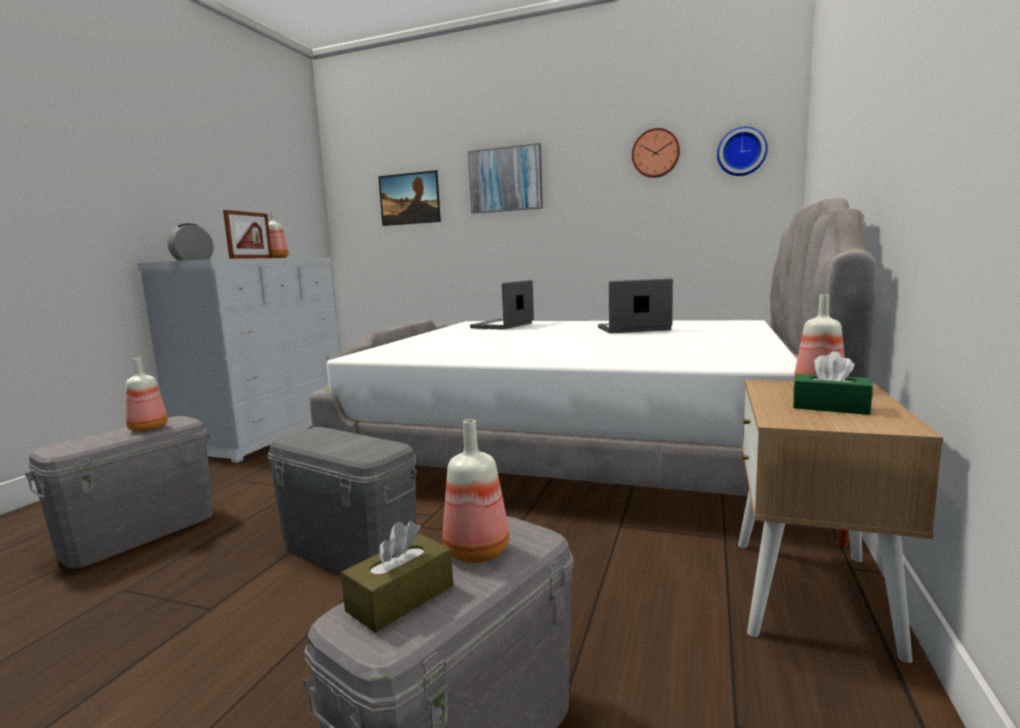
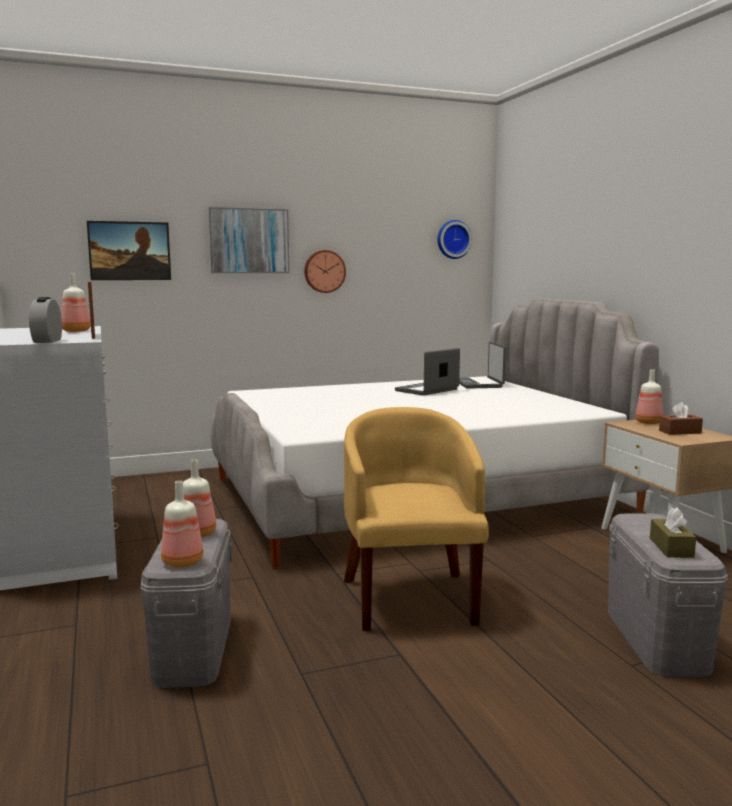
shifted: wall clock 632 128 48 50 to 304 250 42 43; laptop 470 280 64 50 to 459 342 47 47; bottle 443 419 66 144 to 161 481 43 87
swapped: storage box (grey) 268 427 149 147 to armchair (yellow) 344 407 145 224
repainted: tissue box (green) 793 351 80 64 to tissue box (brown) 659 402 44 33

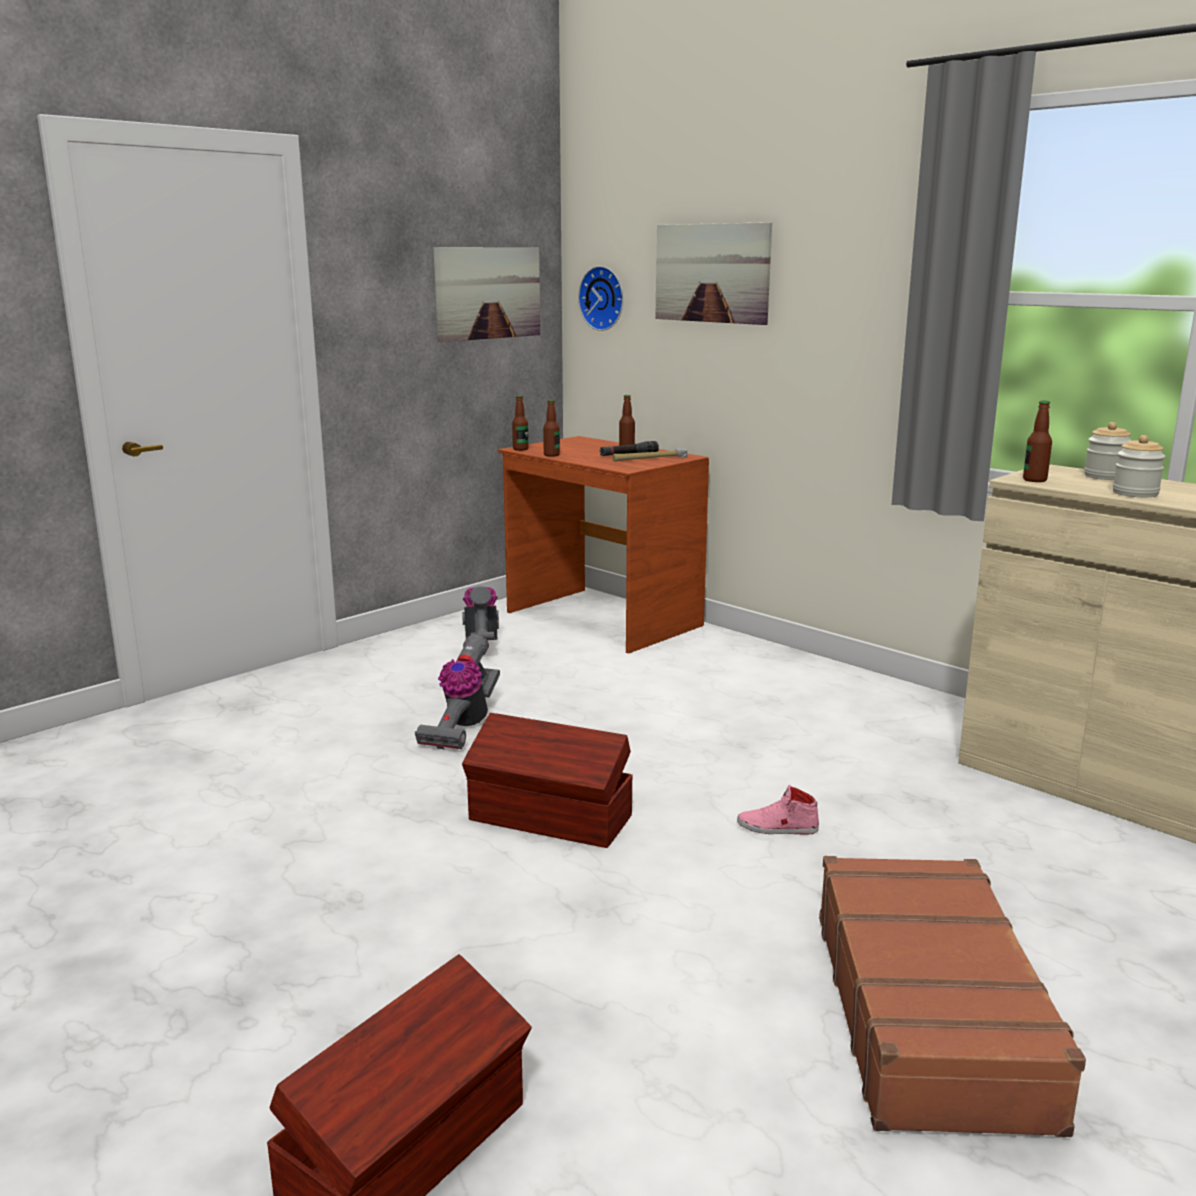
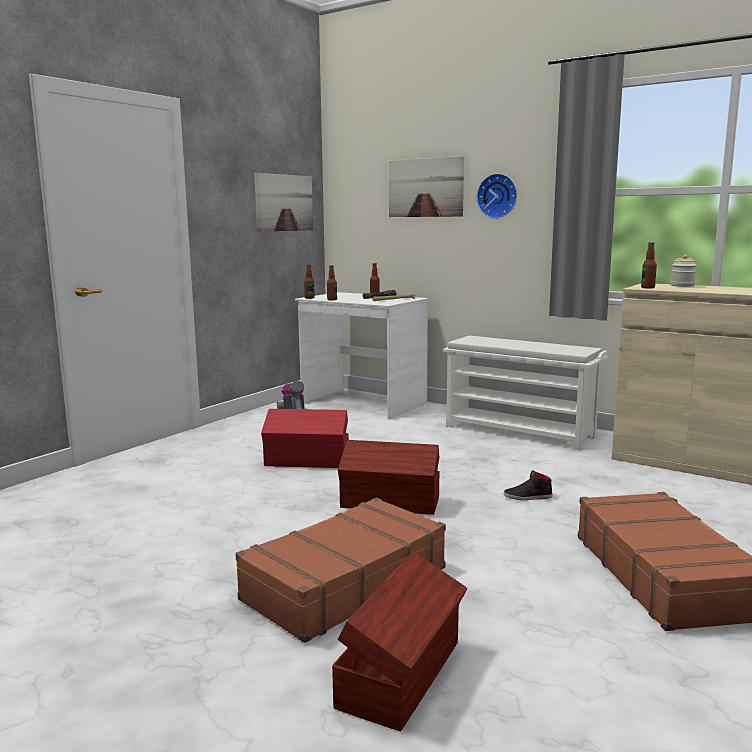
gone: jar 1112 435 54 62
new: shoe rack (white) 443 336 164 115; suitcase (brown) 235 497 211 146
shifted: wall clock 578 266 45 65 to 477 173 40 46
swapped: vacuum cleaner 415 635 85 114 to storage box (red) 261 409 88 59
repainted: desk (brown) 498 436 211 218 to desk (white) 295 292 133 127; shoe (pink) 737 785 82 50 to shoe (black) 504 471 49 29

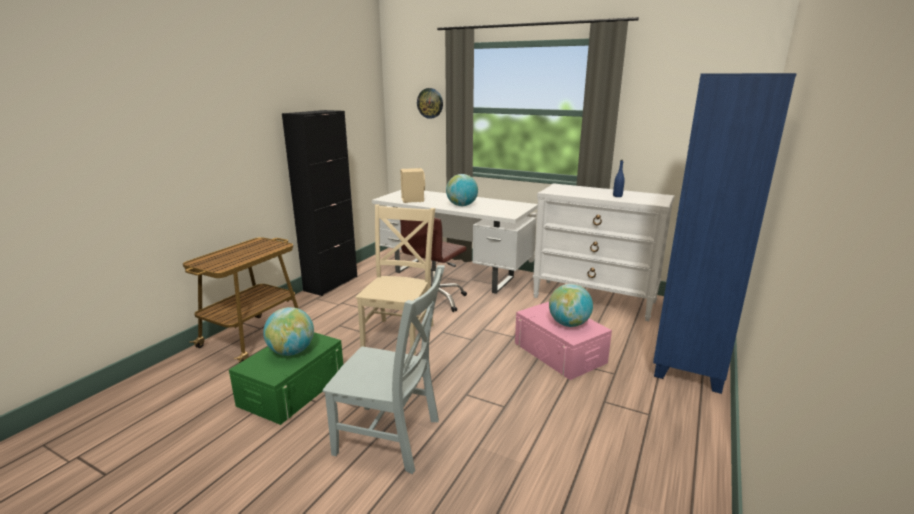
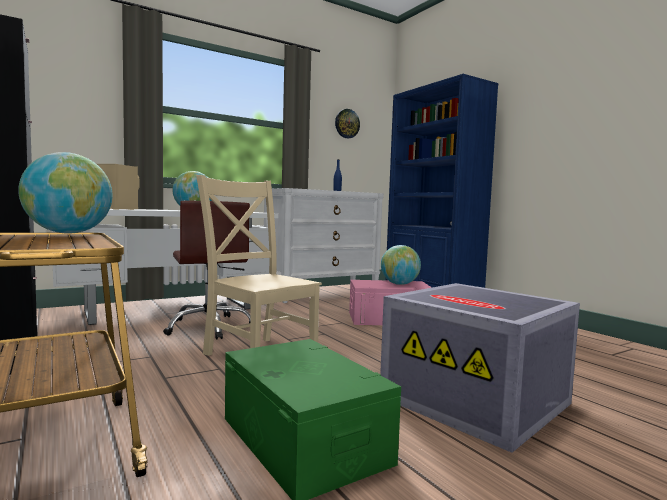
shifted: wall clock 417 88 26 31 to 335 109 25 29; globe 263 307 51 49 to 18 152 95 81
swapped: chair (grey) 322 265 123 209 to storage box (grey) 380 283 200 170

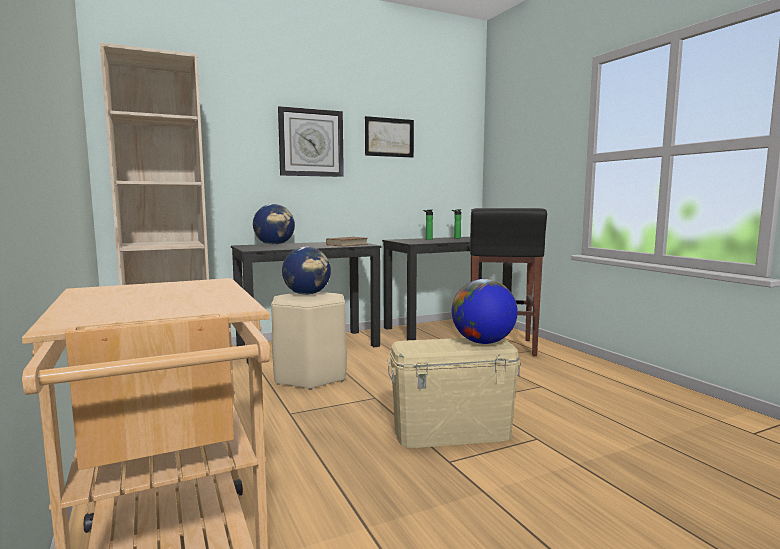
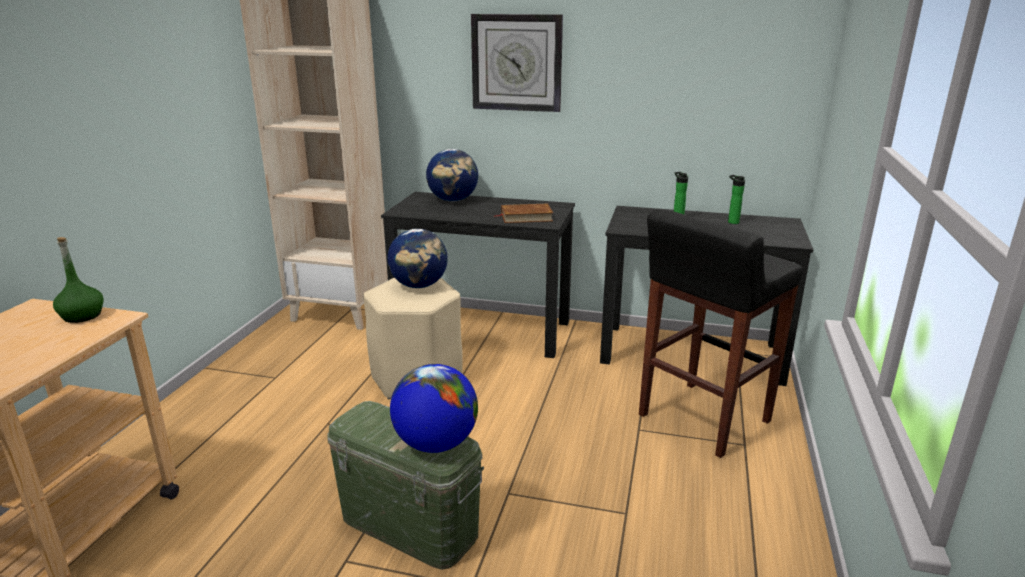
gone: picture 365 116 49 42
new: bottle (green) 53 237 51 86
repainted: storage box (beige) 387 338 135 110 to storage box (green) 328 401 156 169

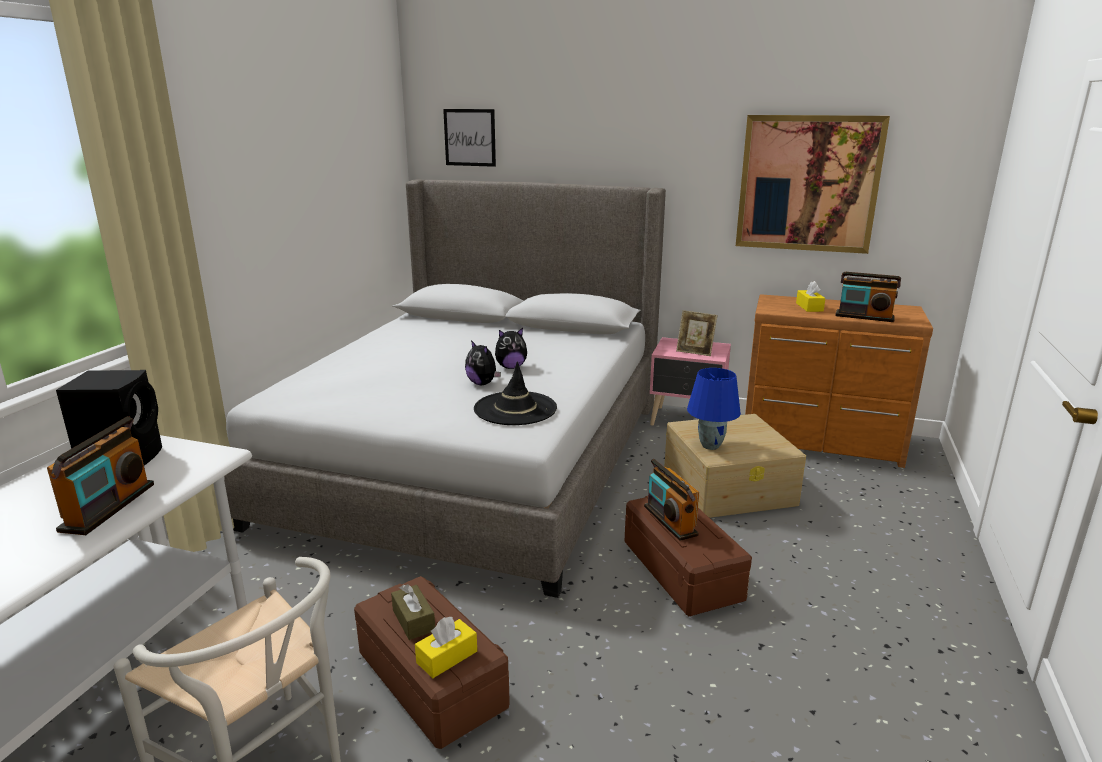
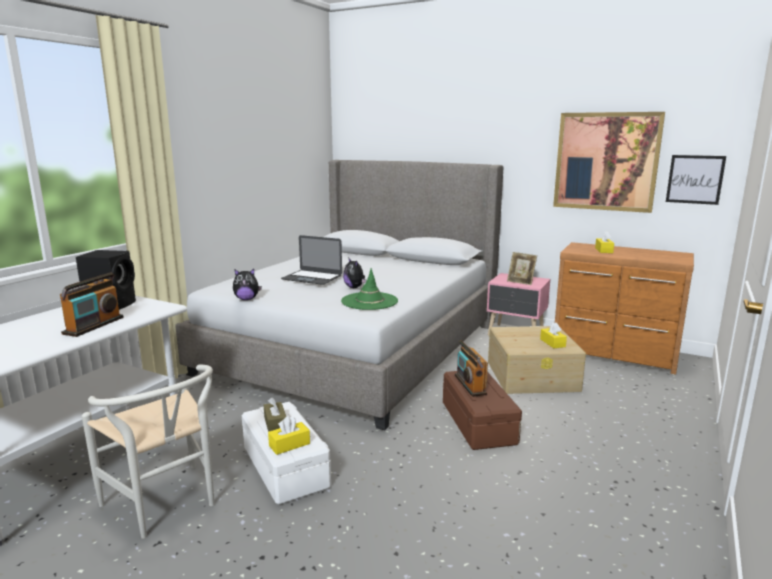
gone: radio 835 272 66 50; table lamp (blue) 687 368 54 82
new: laptop 281 235 61 50; tissue box (yellow) 540 322 27 26
shifted: picture 443 109 53 58 to 666 155 60 50; plush toy 495 328 32 41 to 233 269 29 31
repainted: hat (black) 474 361 83 64 to hat (green) 341 268 57 42; storage box (brown) 354 576 156 173 to storage box (white) 242 402 89 103

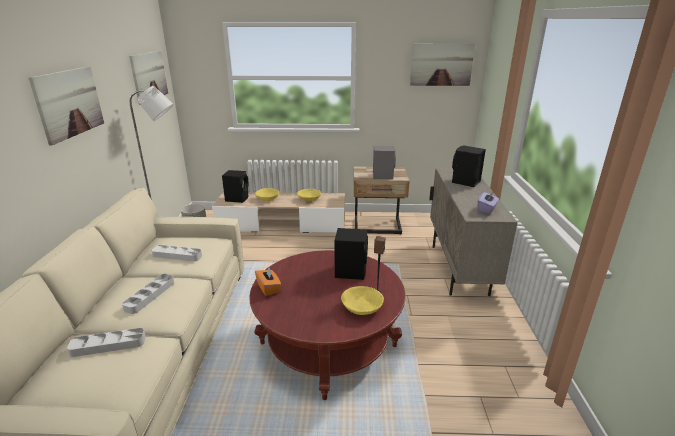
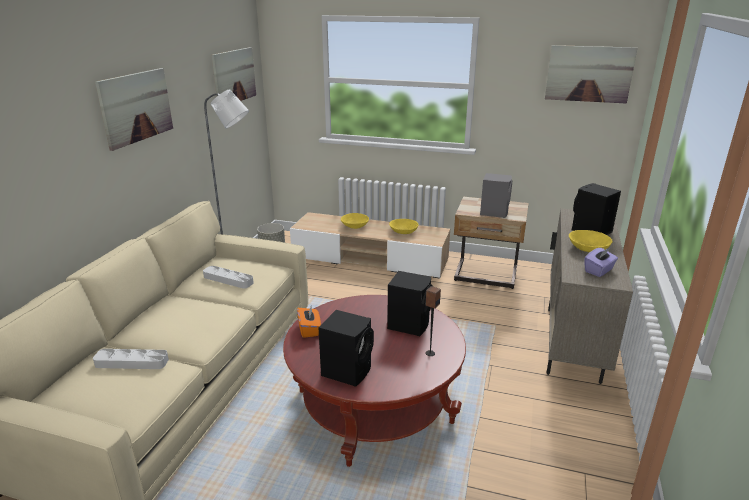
gone: tray (grey) 122 274 52 40
shifted: speaker (black) 222 170 27 33 to 318 310 56 77; bowl (yellow) 341 286 43 29 to 569 230 44 22

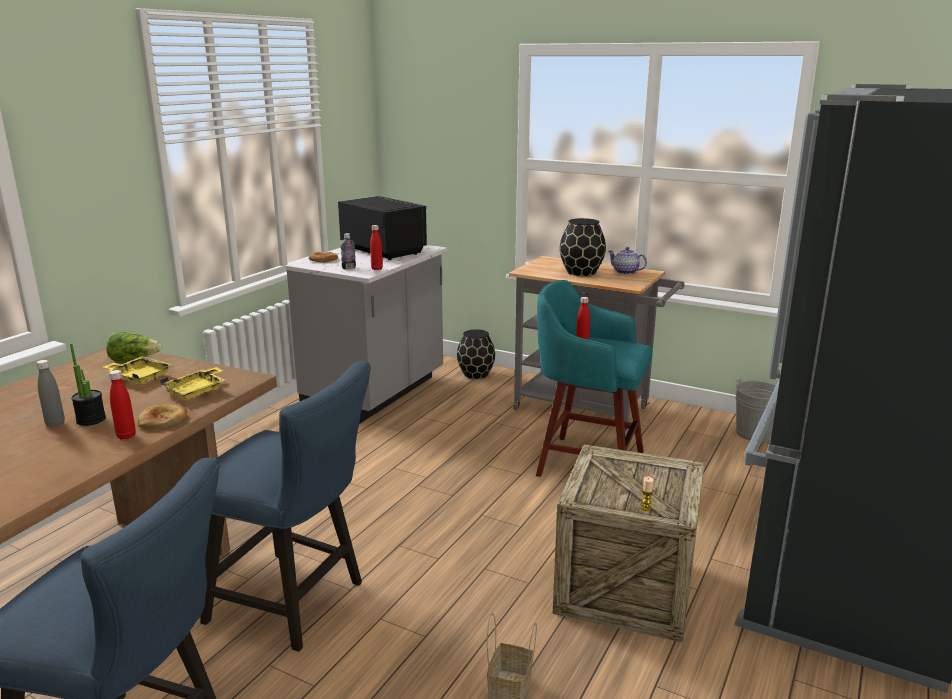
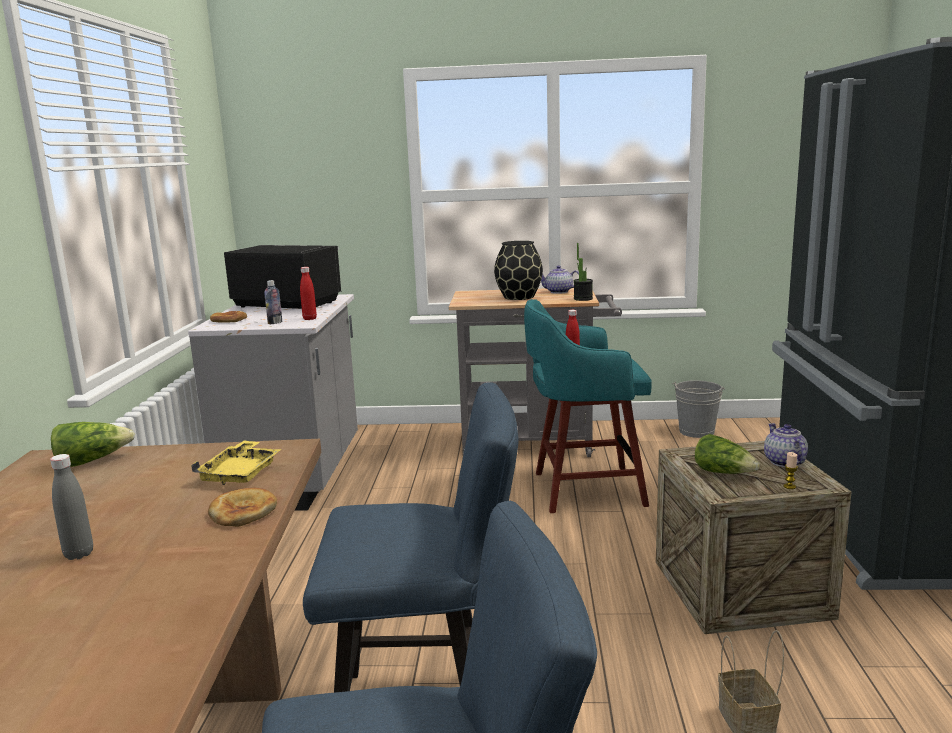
gone: vase (black) 457 329 38 50; tray (yellow) 104 356 69 28; bottle (red) 109 370 27 70
new: teapot 764 423 44 44; lettuce 695 434 65 40
shifted: potted plant 70 343 36 83 to 574 243 19 58

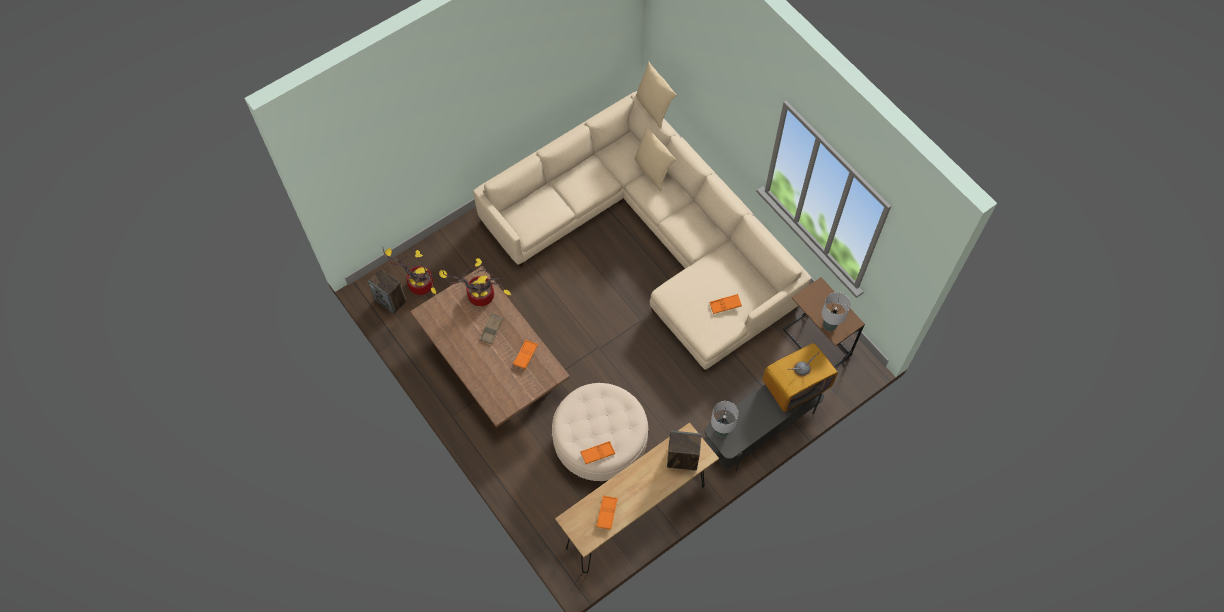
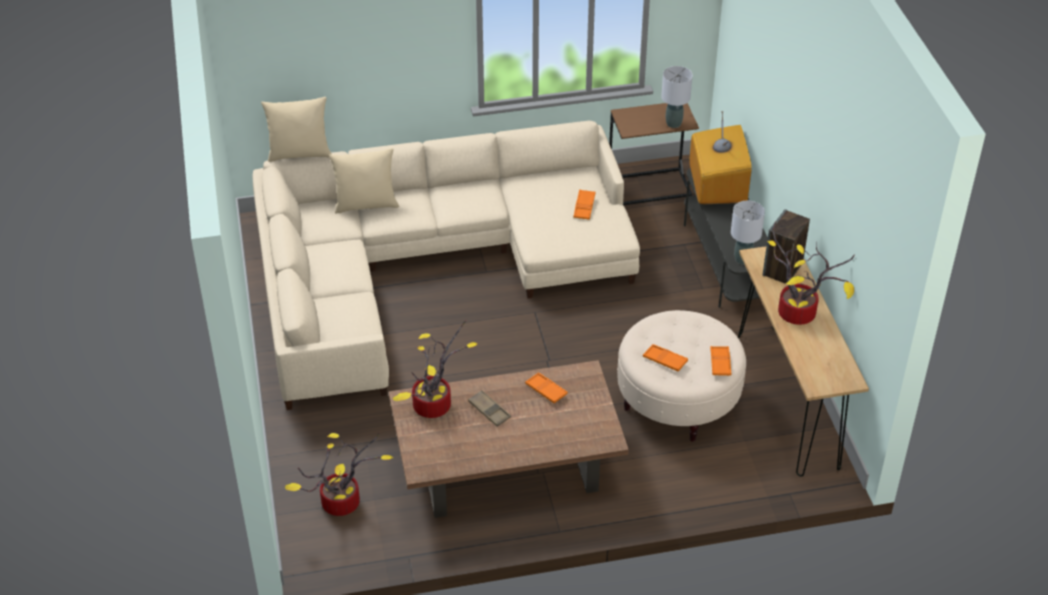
gone: speaker 367 268 39 46
new: potted plant 767 221 88 104
shifted: tray (orange) 596 495 22 35 to 643 344 45 27

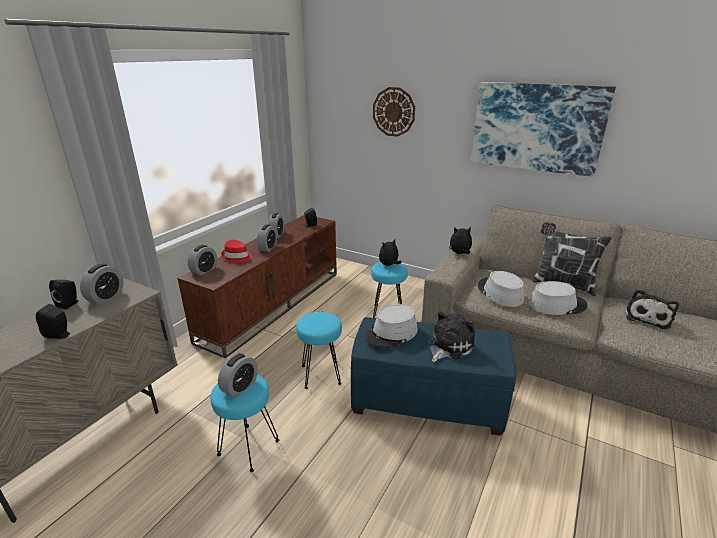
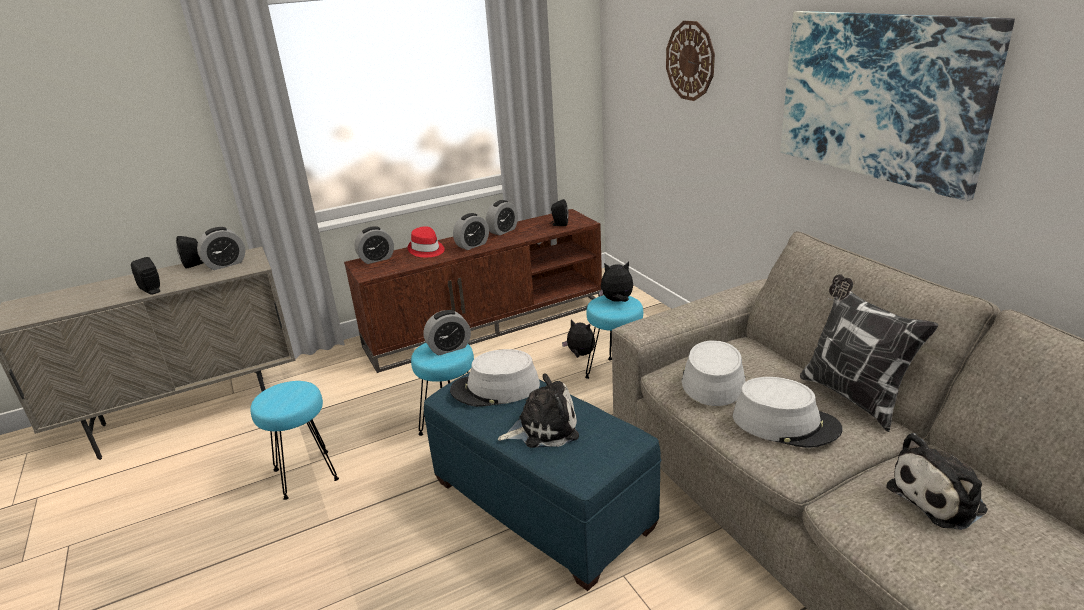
shifted: plush toy 449 227 23 27 to 562 319 33 39; alarm clock 218 353 40 45 to 423 310 48 45

